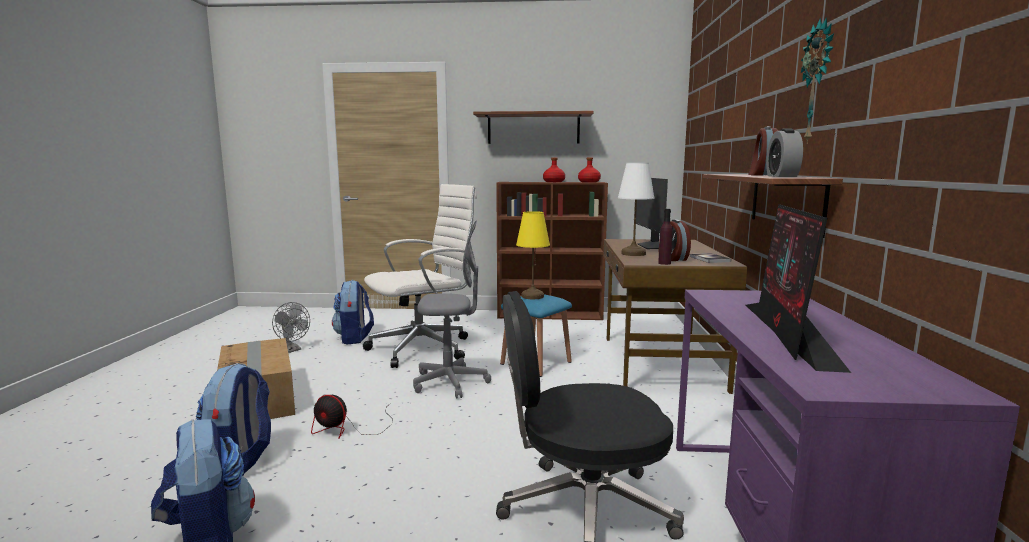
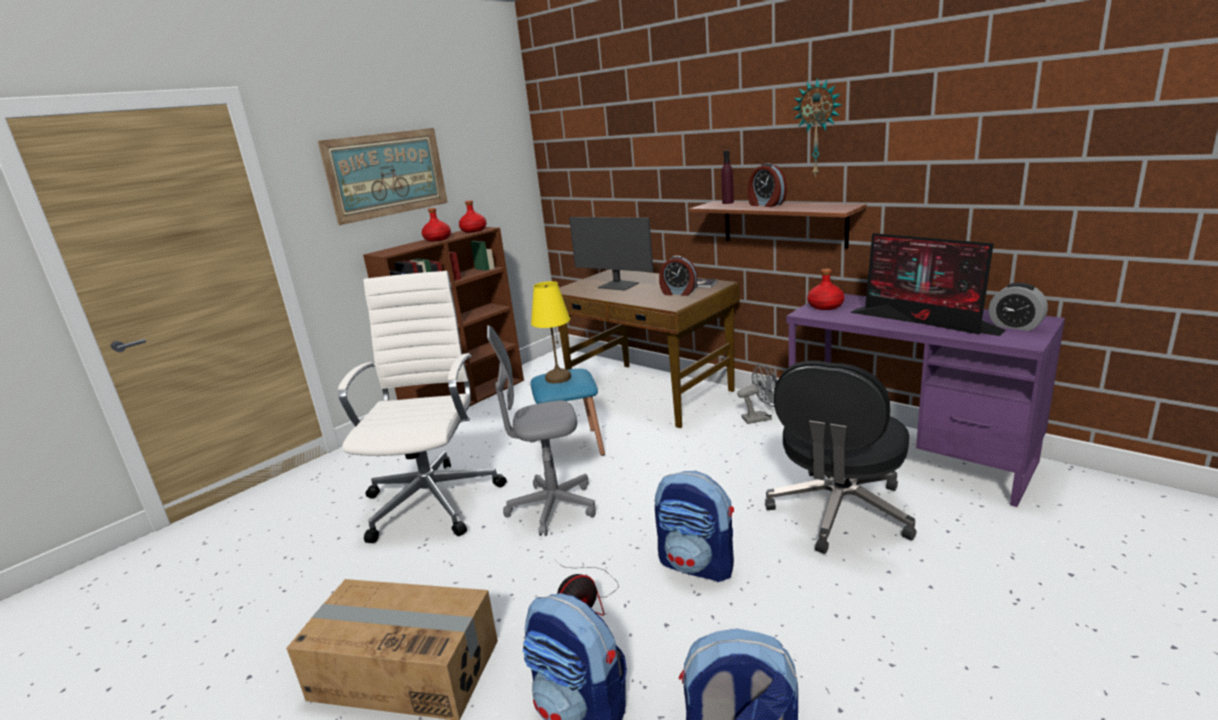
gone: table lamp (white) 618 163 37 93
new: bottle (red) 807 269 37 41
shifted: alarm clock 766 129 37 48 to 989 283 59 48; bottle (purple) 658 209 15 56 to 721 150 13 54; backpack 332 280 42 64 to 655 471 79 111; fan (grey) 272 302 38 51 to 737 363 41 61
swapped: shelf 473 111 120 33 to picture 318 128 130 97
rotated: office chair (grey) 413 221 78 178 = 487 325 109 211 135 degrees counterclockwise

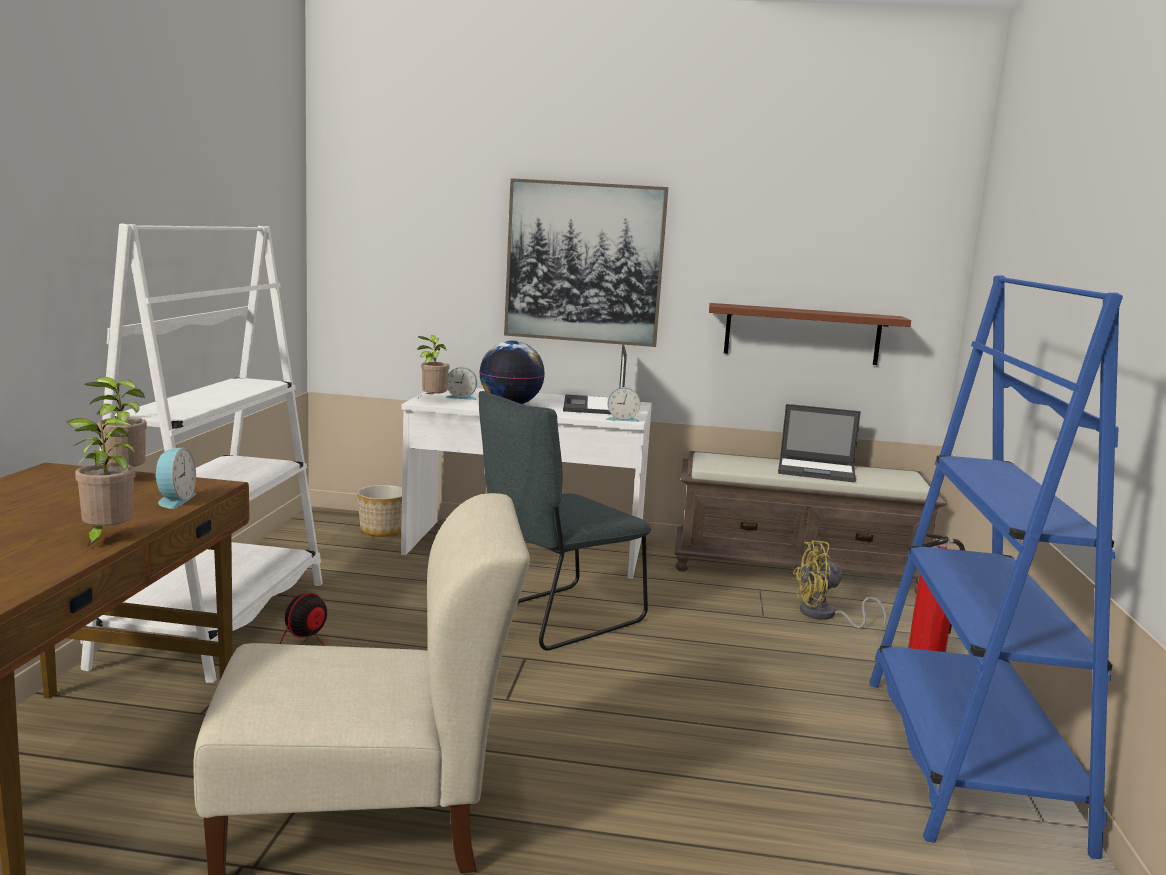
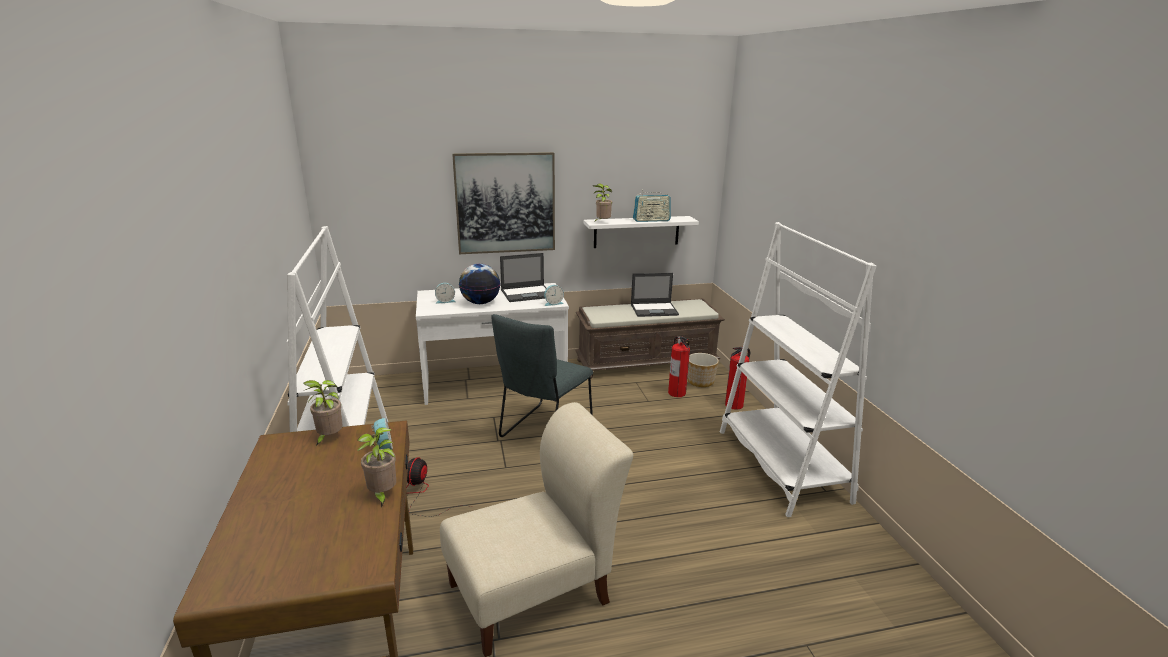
new: radio 633 189 38 33
shifted: potted plant 418 335 32 61 to 593 184 19 38; planter 357 485 45 52 to 687 353 32 34
swapped: fan (yellow) 793 540 94 89 to fire extinguisher 668 336 22 61
repainted: bookcase (blue) 869 275 254 584 to bookcase (white) 720 222 157 295; shelf (brown) 709 303 202 62 to shelf (white) 584 216 115 32
rotated: laptop 563 344 64 70 = 500 253 46 49 90 degrees counterclockwise

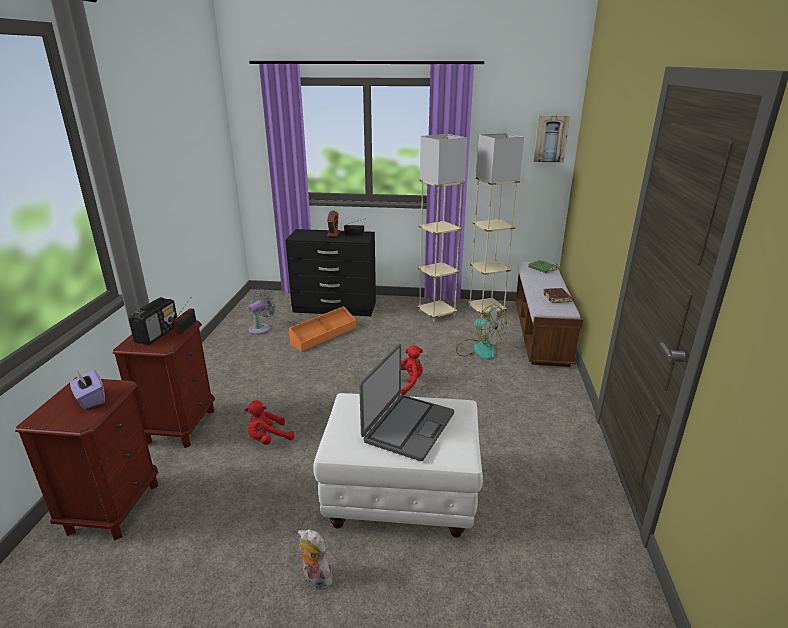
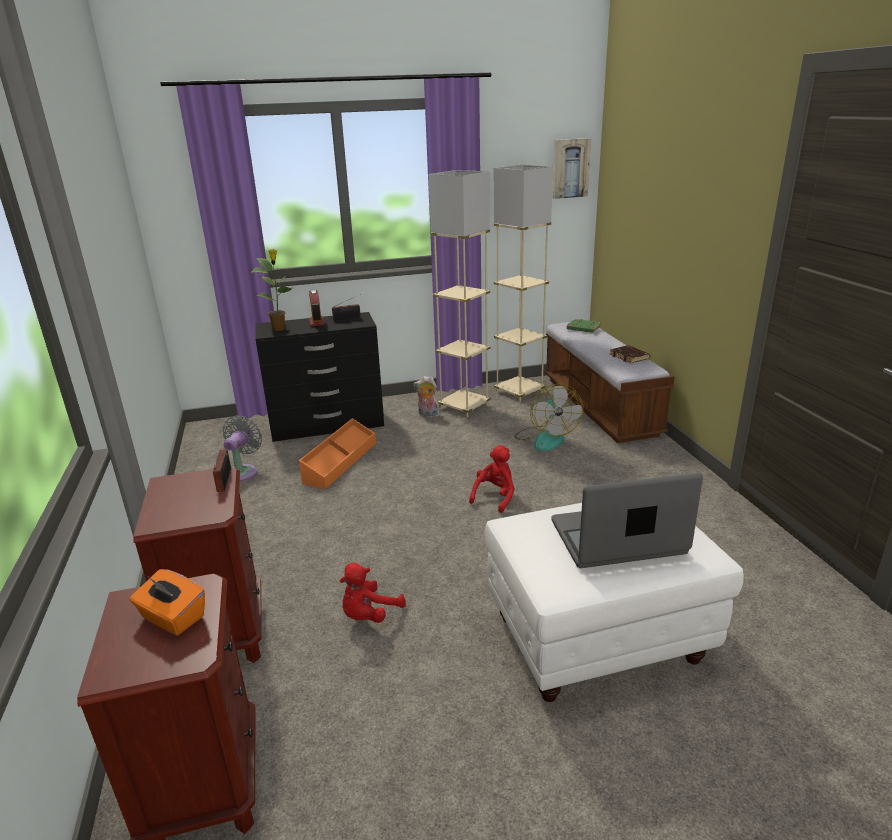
gone: radio 129 297 48 48
new: potted plant 251 249 41 82
shifted: plush toy 298 529 36 61 to 414 376 26 42
repainted: tissue box (purple) 70 370 35 39 to tissue box (orange) 130 569 75 67
rotated: fan 456 305 51 55 = 515 384 68 67 60 degrees clockwise; laptop 359 344 95 117 = 552 473 151 95 105 degrees counterclockwise

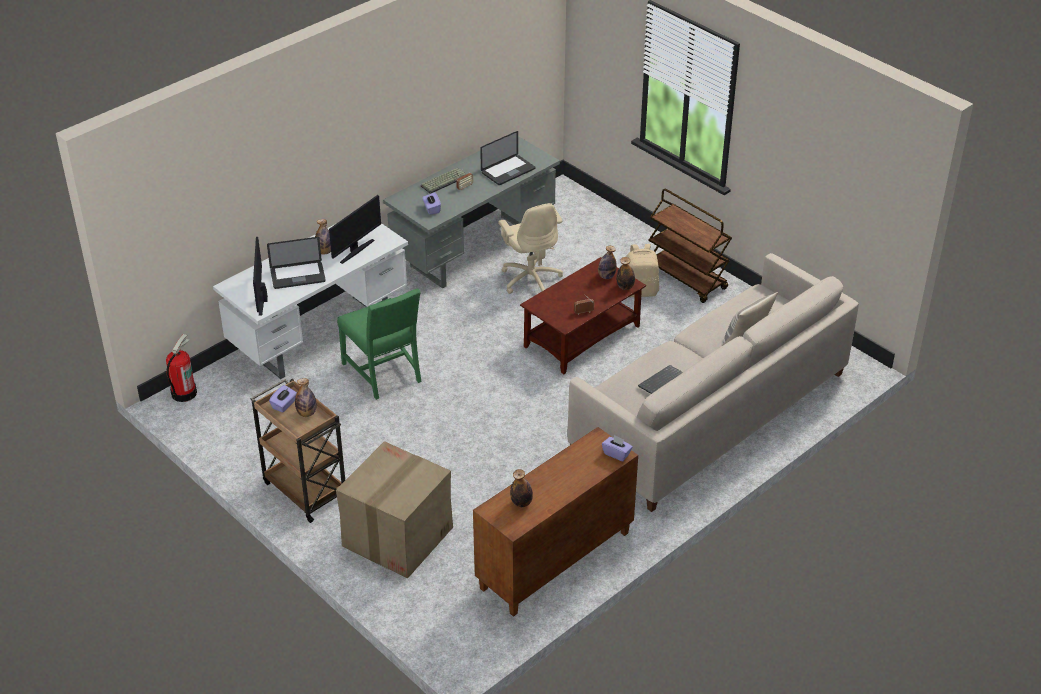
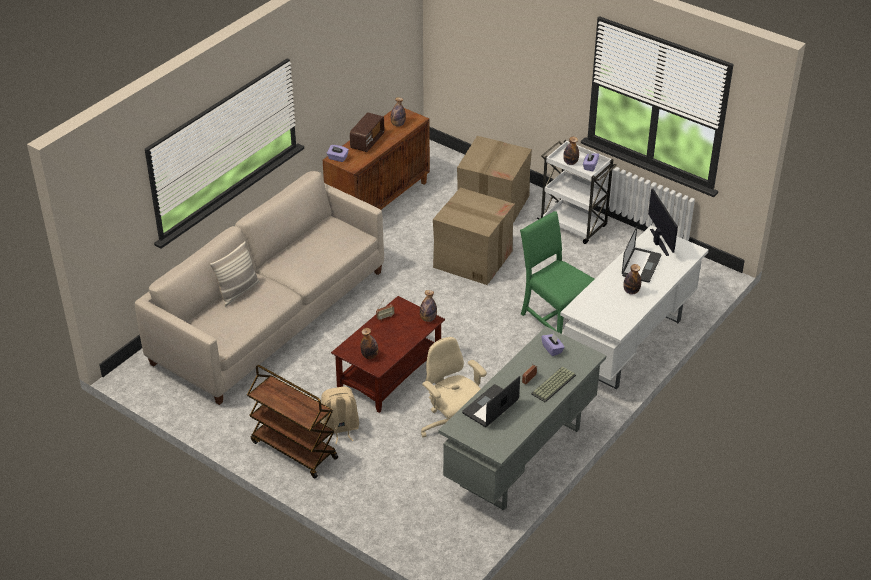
gone: monitor 329 195 52 69; fire extinguisher 166 334 31 68; keyboard 638 365 45 29
new: radio 350 112 34 40; cardboard box 433 188 82 97
shifted: bottle 616 257 19 33 to 420 290 17 32
repainted: cart (brown) 251 379 94 144 to cart (white) 537 140 80 104
rotated: laptop 267 237 59 52 = 622 226 39 57 135 degrees clockwise

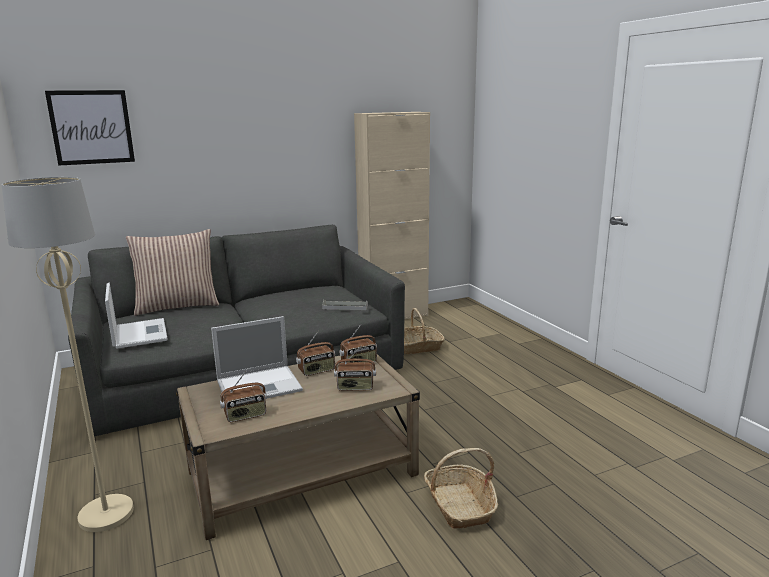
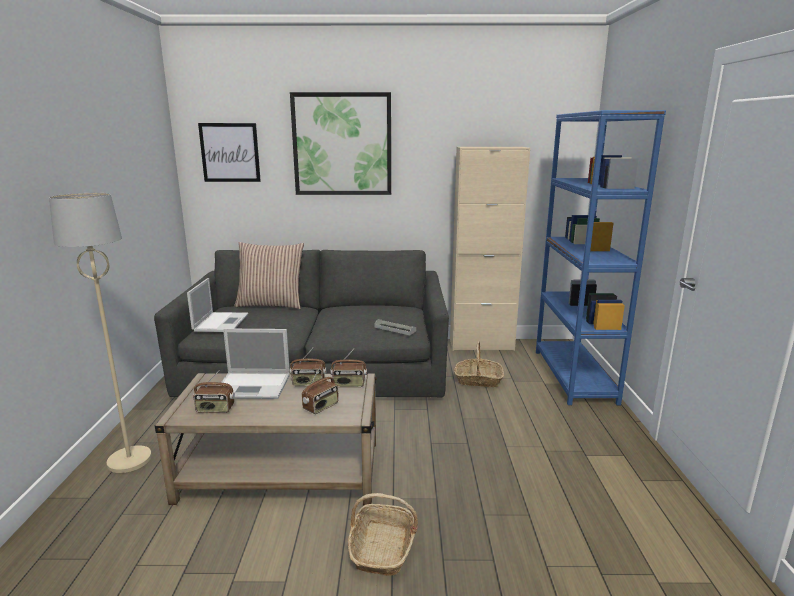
new: picture 290 92 101 103; bookcase (blue) 536 110 130 295
rotated: radio 334 346 42 45 = 302 367 37 47 75 degrees counterclockwise

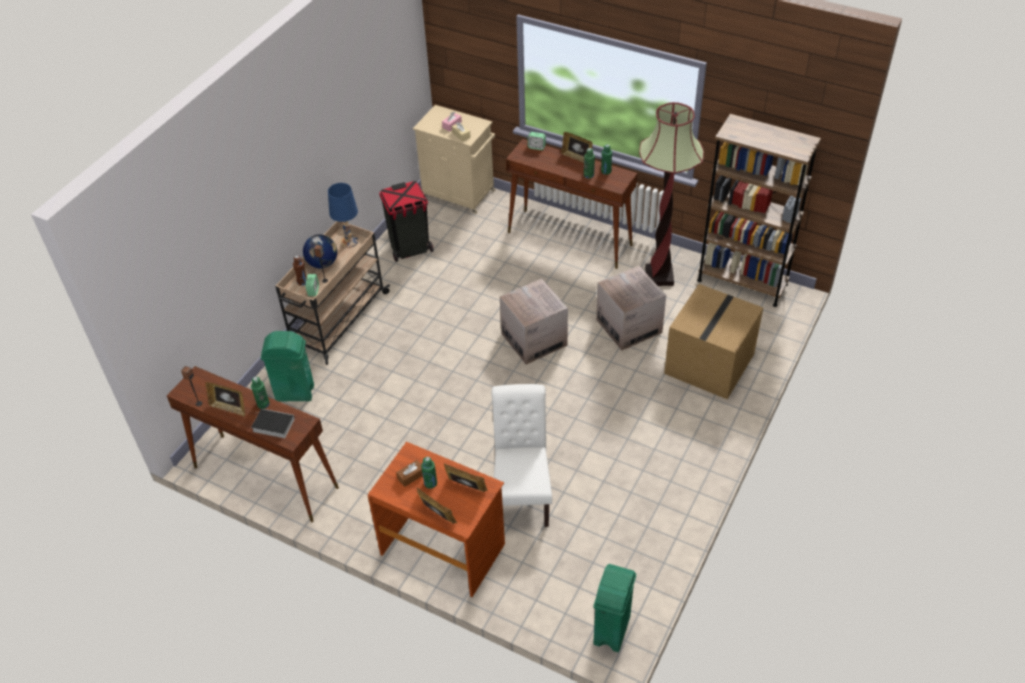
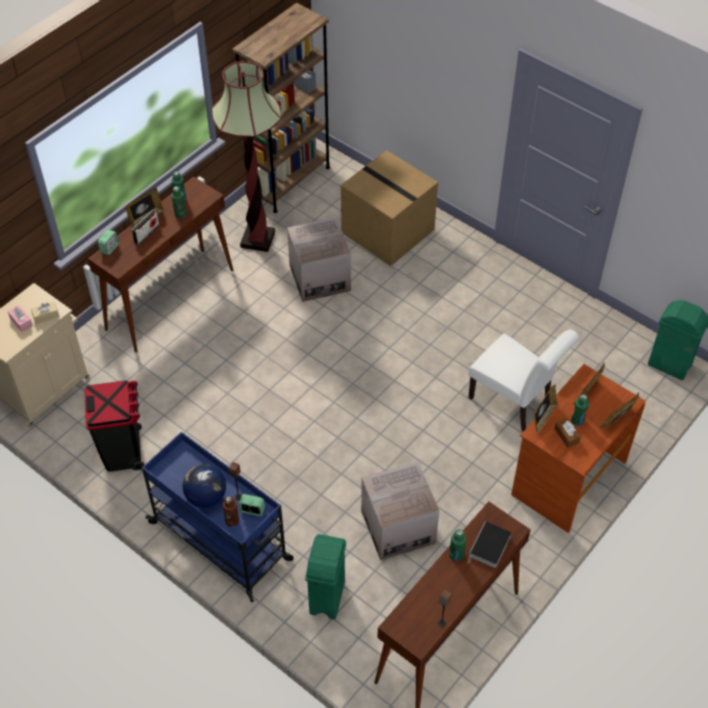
gone: table lamp (blue) 328 183 30 65
new: radio 132 210 27 35
shifted: cardboard box 500 279 68 85 to 361 462 78 99; picture frame 205 382 40 35 to 534 384 24 51
repainted: cart (beige) 275 221 115 144 to cart (blue) 142 432 151 170
rotated: chair (white) 491 384 61 143 = 468 329 111 102 150 degrees counterclockwise

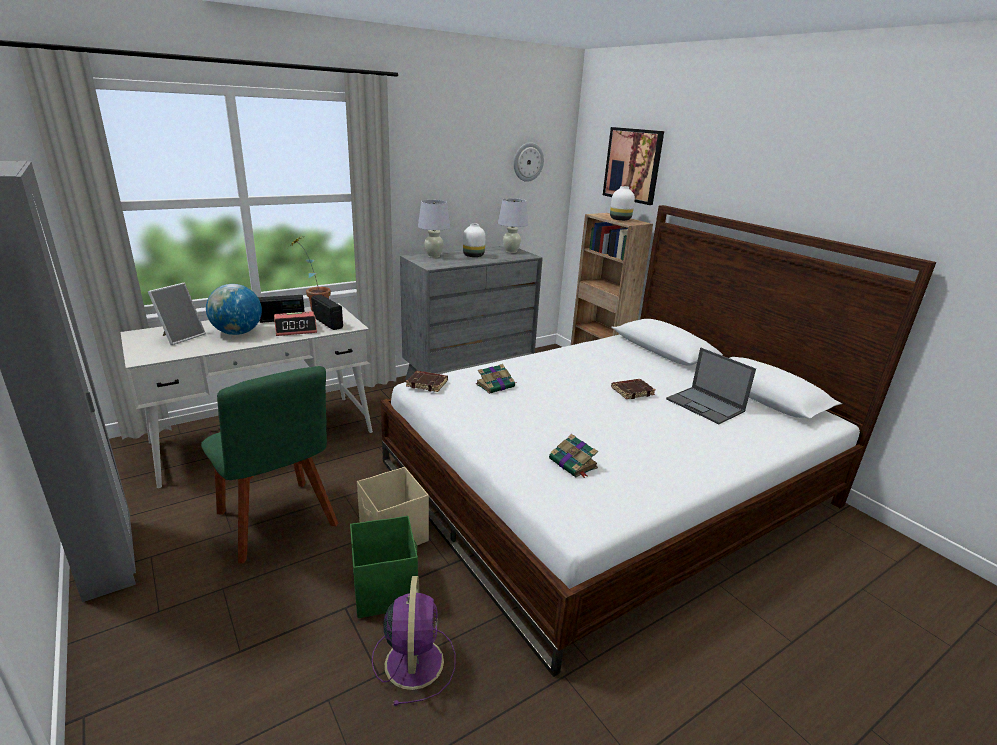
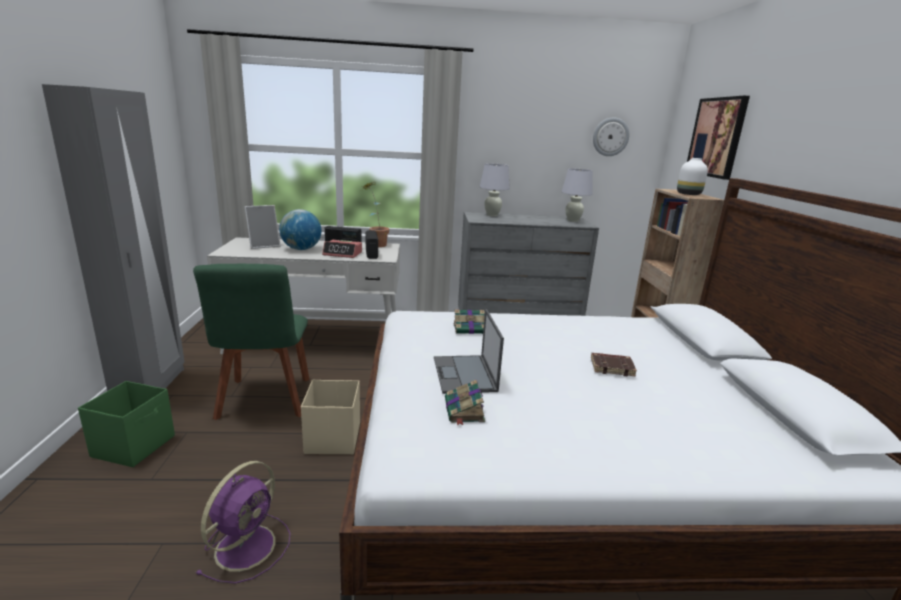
gone: vase (white) 463 223 23 34; book (brown) 406 371 42 21
shifted: laptop 666 348 90 76 to 434 309 70 85; storage box (green) 350 516 68 102 to 78 381 97 86

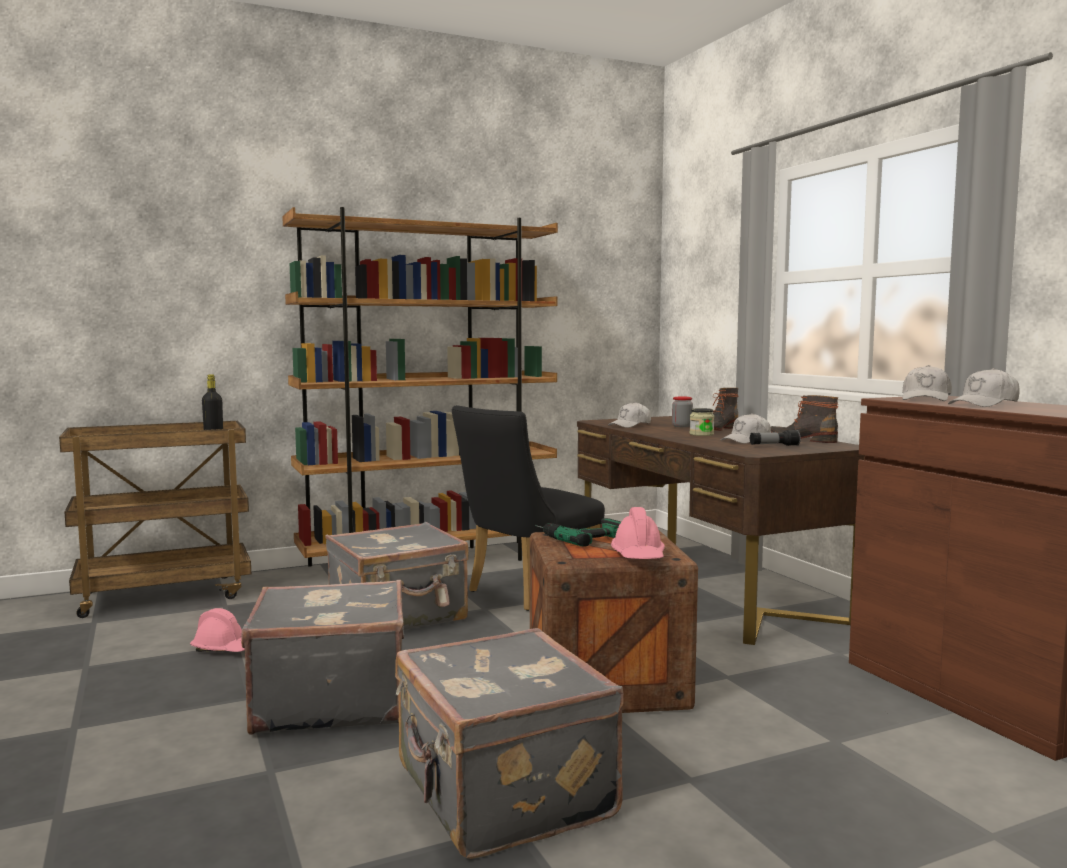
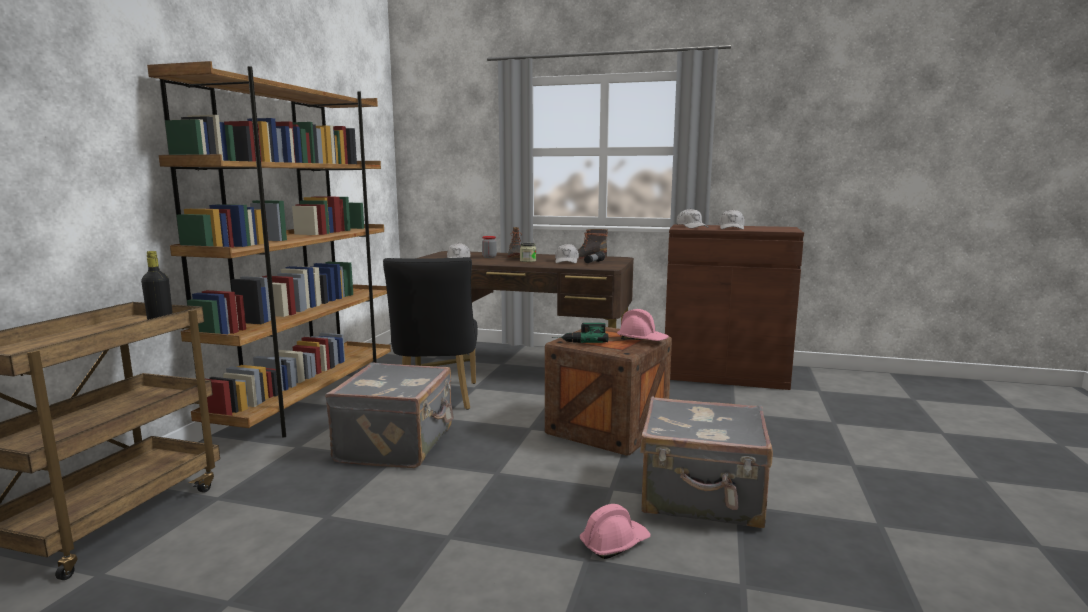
gone: suitcase (grey) 241 580 163 155
shifted: hard hat (pink) 190 608 55 44 to 580 504 70 55

